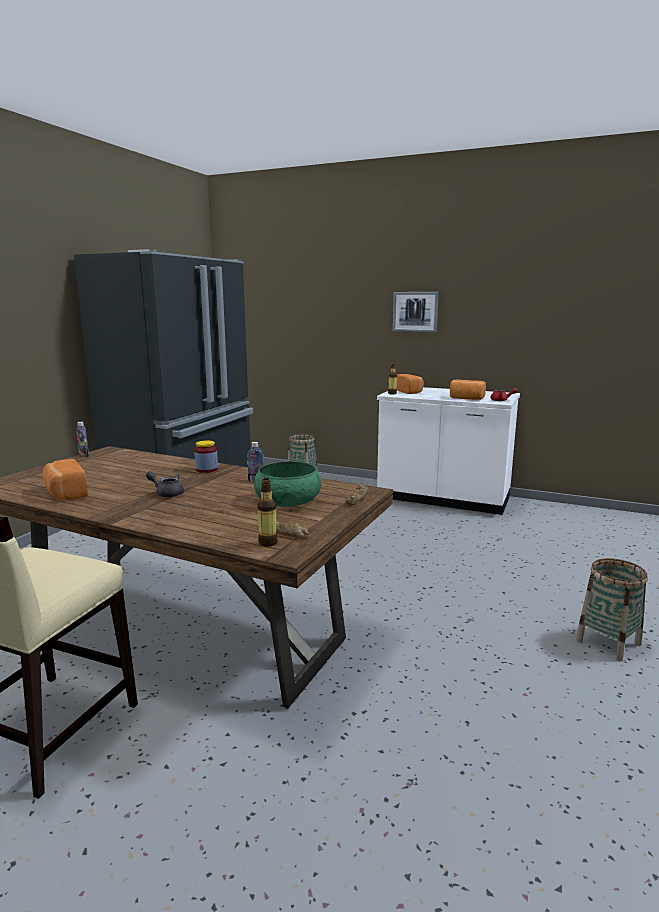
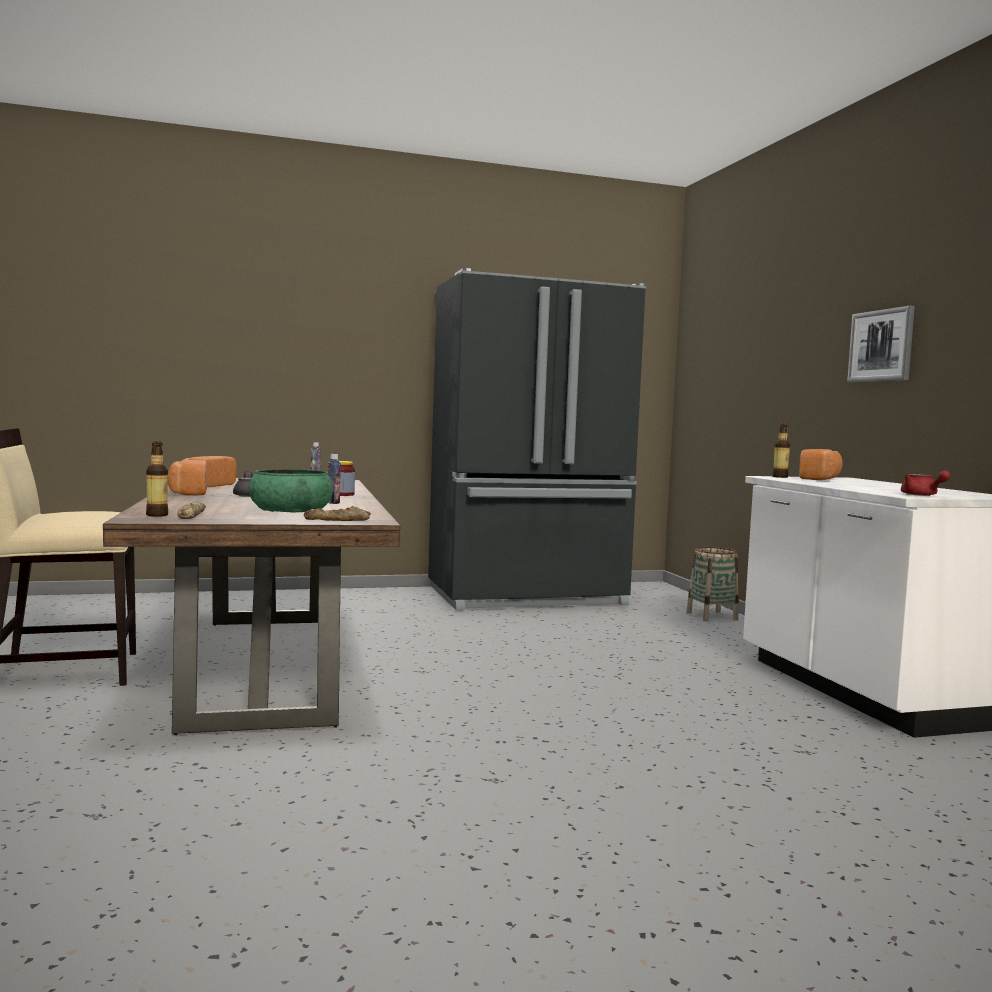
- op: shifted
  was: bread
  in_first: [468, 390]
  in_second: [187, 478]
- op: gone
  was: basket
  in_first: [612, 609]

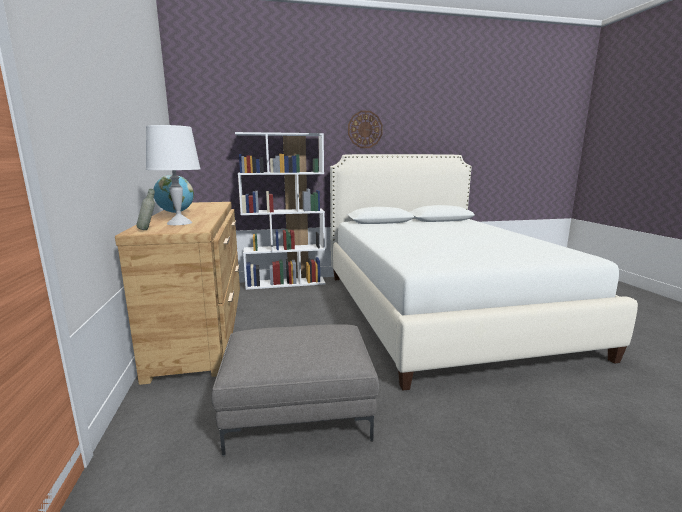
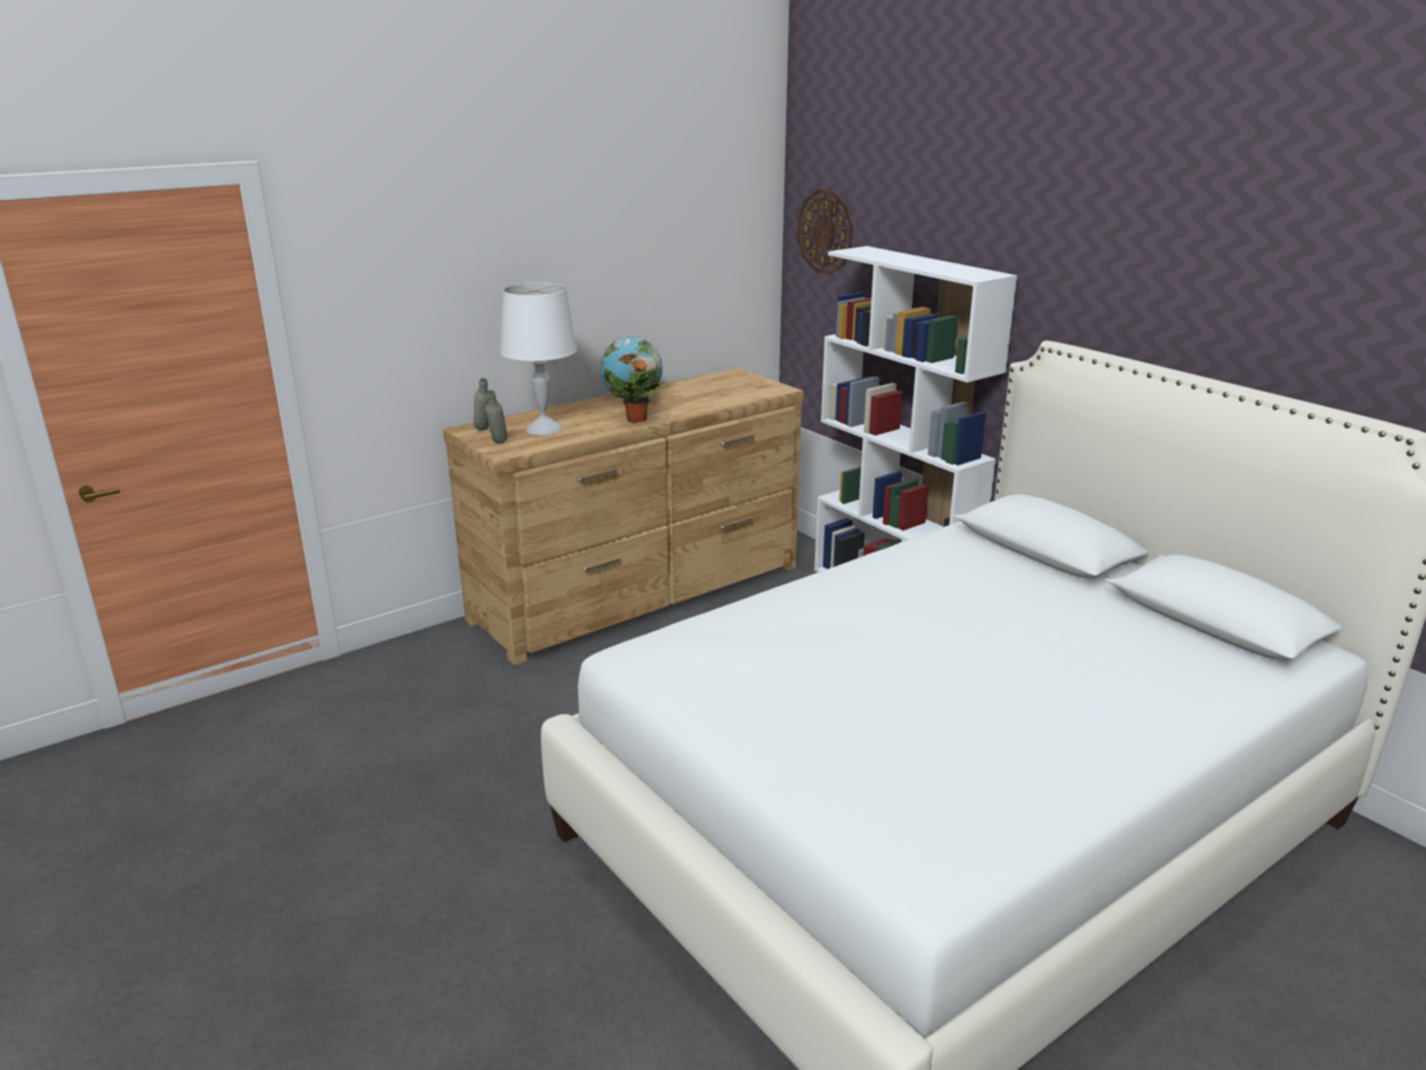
- op: gone
  was: grey ottoman
  in_first: [295, 390]
- op: shifted
  was: wall clock
  in_first: [365, 129]
  in_second: [825, 232]
- op: new
  now: grey bottle
  in_second: [497, 416]
- op: new
  now: potted plant
  in_second: [637, 388]

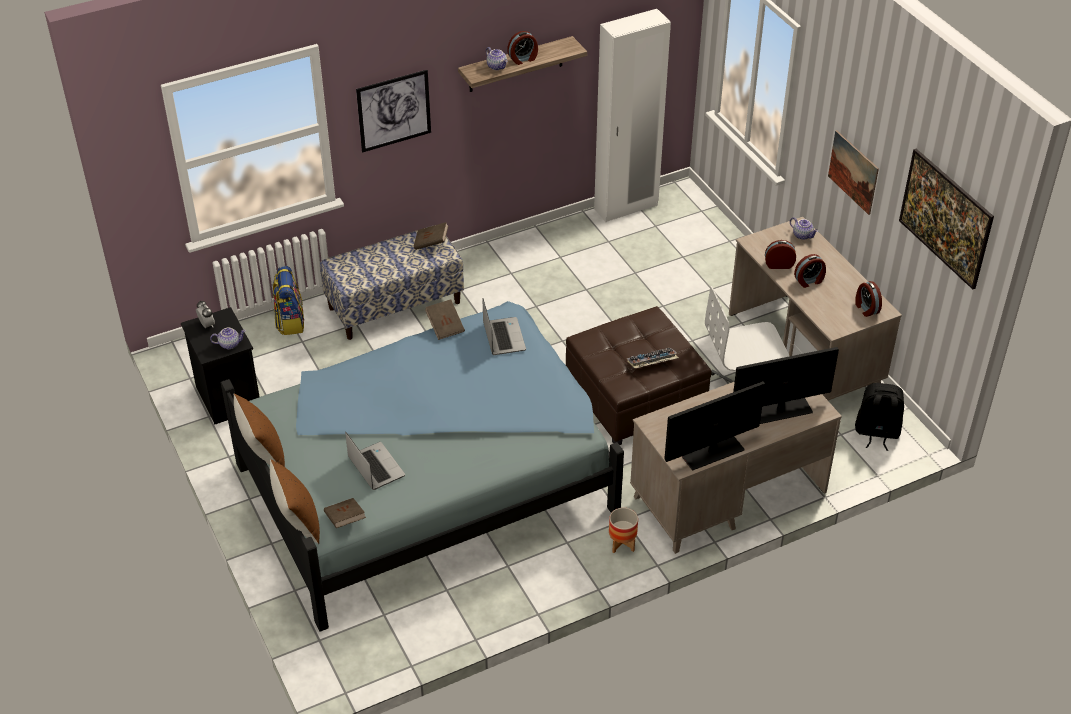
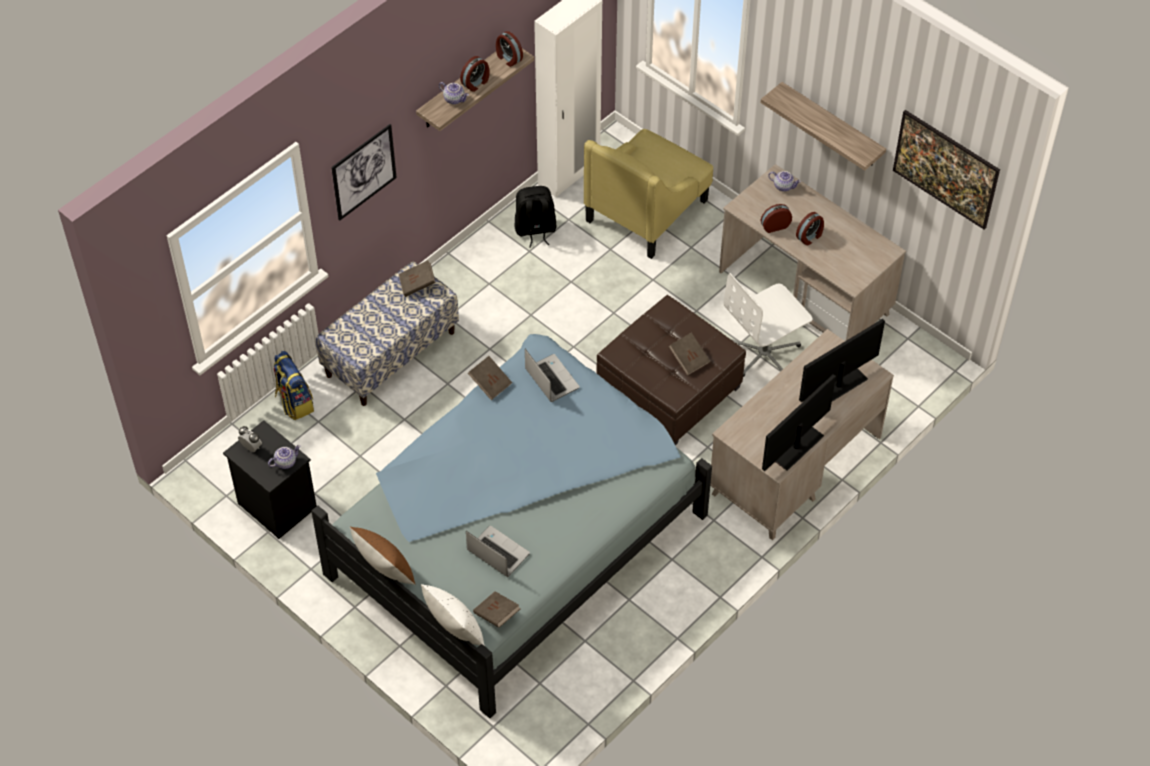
- op: repainted
  was: brown pillow
  now: white pillow
  in_first: [295, 501]
  in_second: [453, 615]
- op: gone
  was: planter
  in_first: [623, 530]
- op: swapped
  was: keyboard
  now: brown book
  in_first: [653, 358]
  in_second: [689, 354]
- op: swapped
  was: picture
  now: shelf
  in_first: [853, 172]
  in_second: [823, 126]
- op: shifted
  was: alarm clock
  in_first: [868, 299]
  in_second: [509, 49]
- op: shifted
  was: black backpack
  in_first: [879, 417]
  in_second: [535, 217]
- op: new
  now: yellow armchair
  in_second: [648, 194]

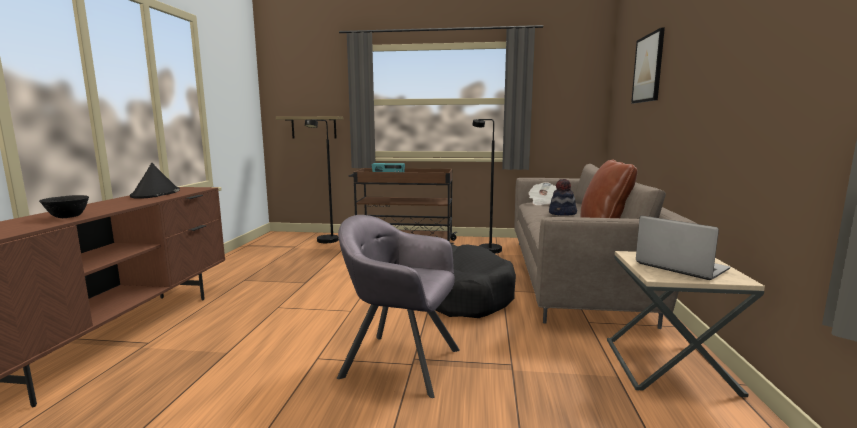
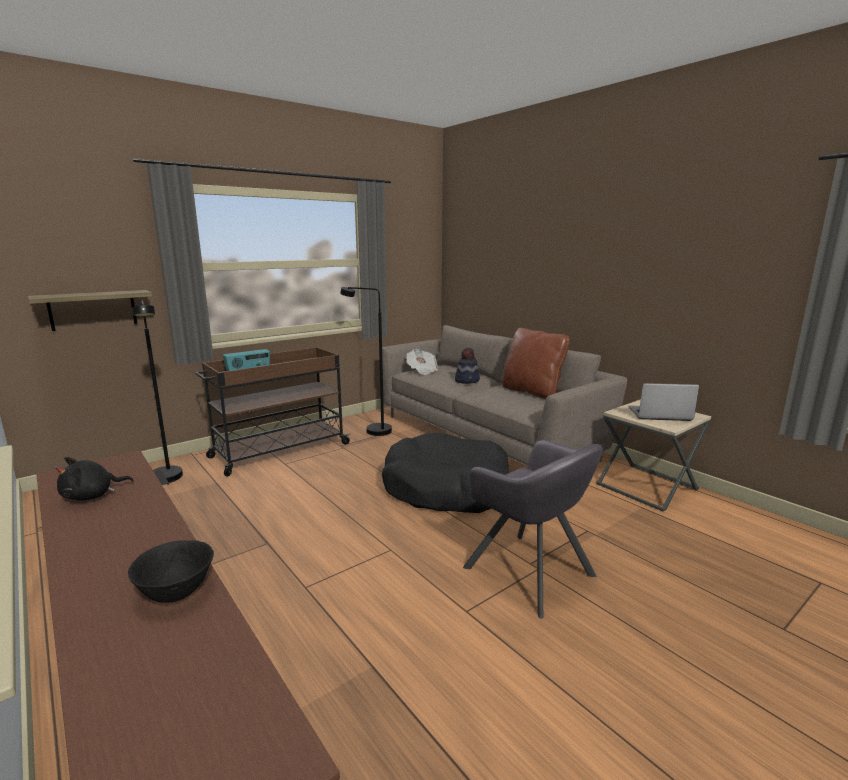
- op: swapped
  was: black hat
  now: black plush toy
  in_first: [155, 181]
  in_second: [94, 478]
- op: rotated
  was: grey armchair
  in_first: [398, 306]
  in_second: [533, 529]
  clockwise: -105
- op: gone
  was: picture
  in_first: [648, 65]

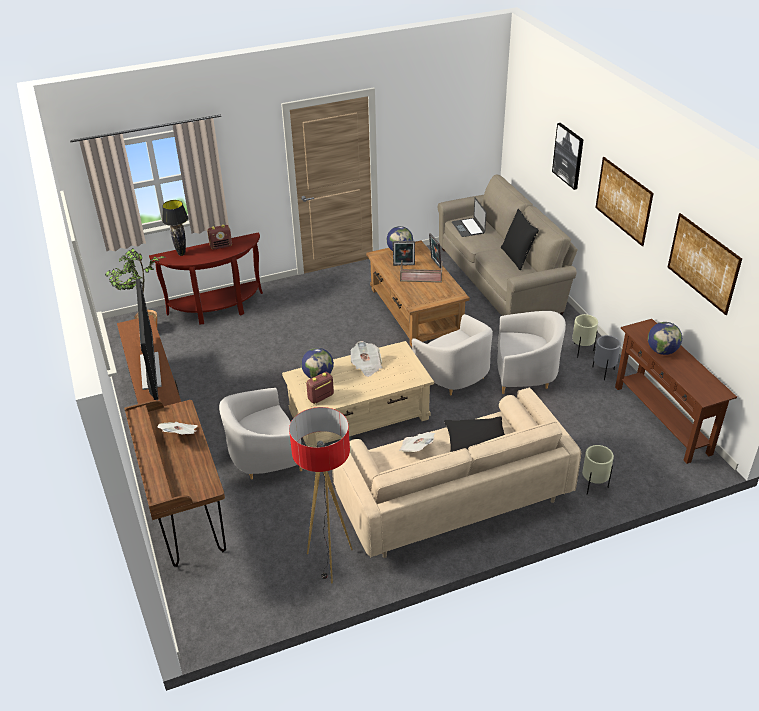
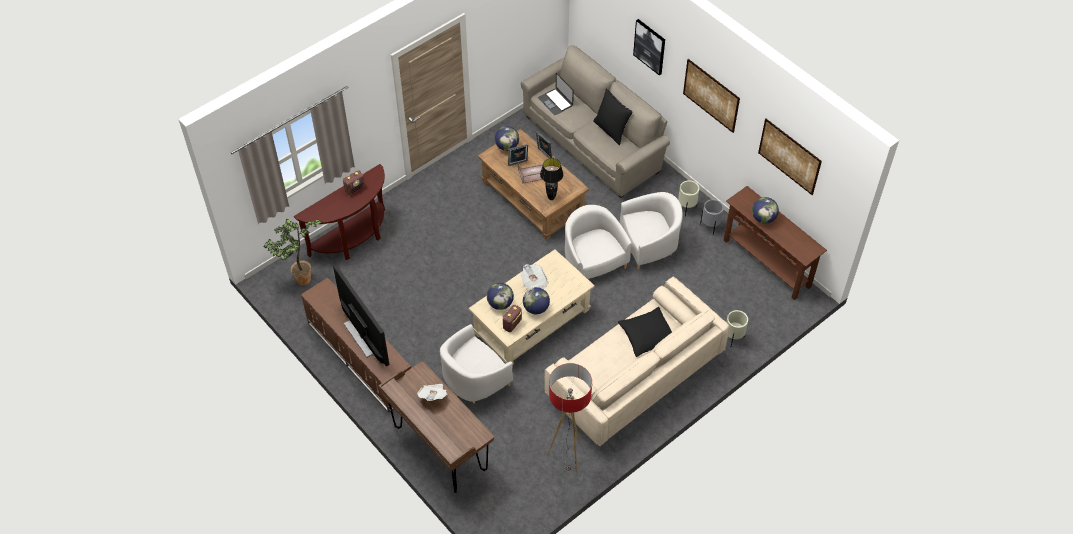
- op: shifted
  was: black table lamp
  in_first: [175, 228]
  in_second: [552, 179]
- op: gone
  was: newspaper
  in_first: [417, 442]
- op: rotated
  was: white armchair
  in_first: [452, 354]
  in_second: [598, 242]
  clockwise: -150
- op: new
  now: globe
  in_second: [536, 300]

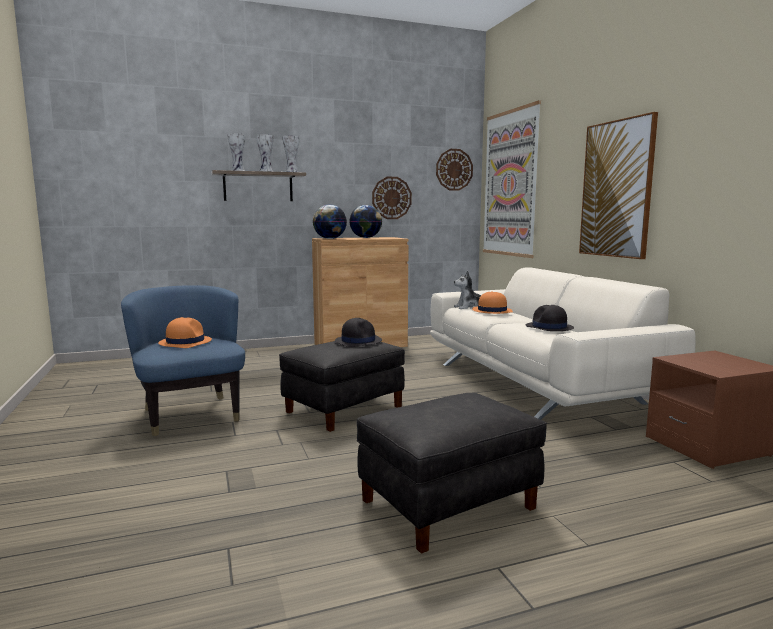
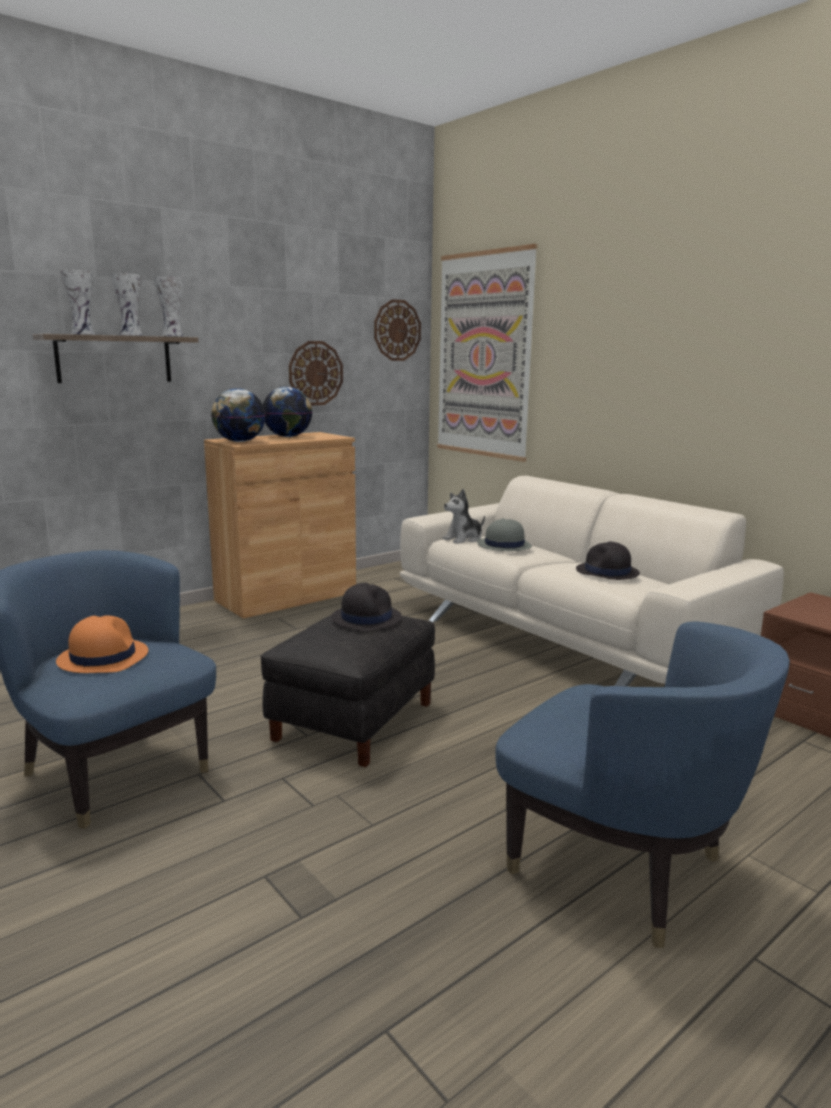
- op: swapped
  was: black ottoman
  now: blue armchair
  in_first: [452, 473]
  in_second: [642, 784]
- op: repainted
  was: orange hat
  now: grey hat
  in_first: [492, 302]
  in_second: [504, 534]
- op: gone
  was: picture
  in_first: [618, 185]

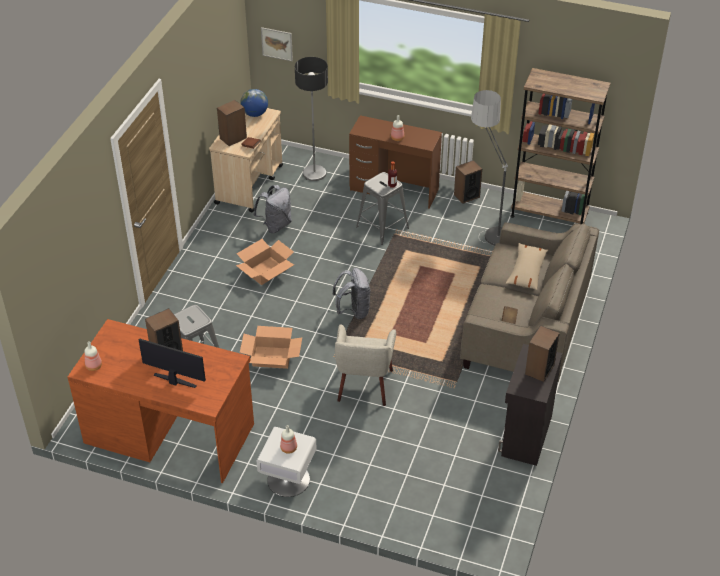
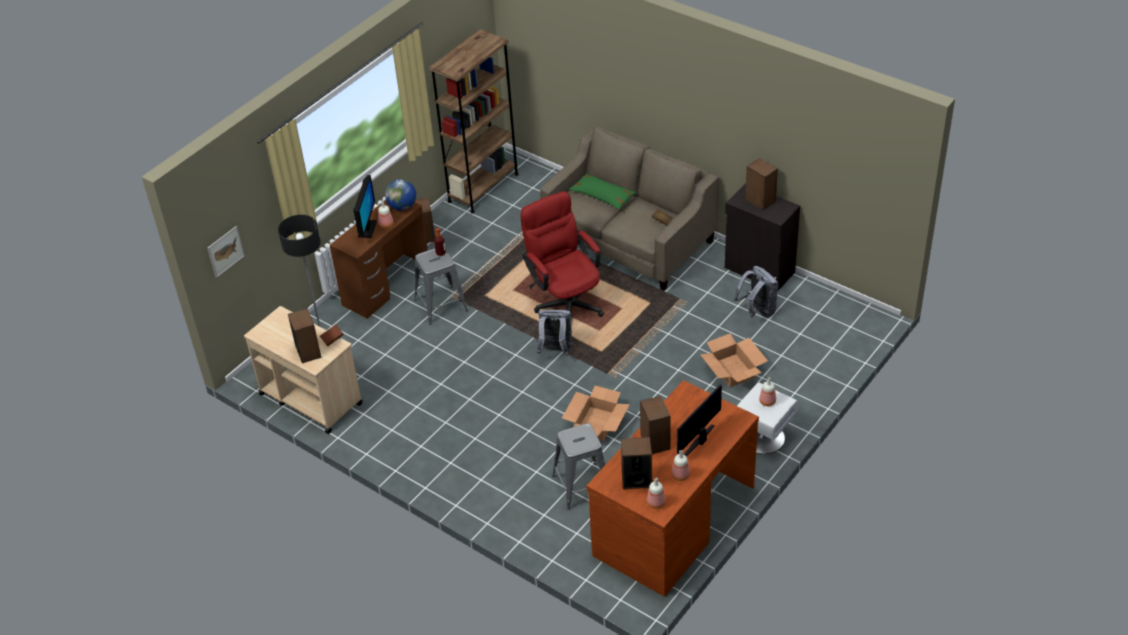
- op: shifted
  was: cardboard box
  in_first: [265, 262]
  in_second: [734, 360]
- op: shifted
  was: globe
  in_first: [254, 103]
  in_second: [400, 195]
- op: shifted
  was: grey backpack
  in_first: [273, 209]
  in_second: [756, 291]
- op: gone
  was: beige armchair
  in_first: [365, 365]
- op: gone
  was: floor lamp
  in_first: [489, 168]
- op: repainted
  was: beige pillow
  now: green pillow
  in_first: [527, 266]
  in_second: [603, 191]
- op: new
  now: monitor
  in_second: [365, 206]
- op: new
  now: red office chair
  in_second: [562, 254]
- op: new
  now: speaker
  in_second: [636, 463]
- op: new
  now: bottle
  in_second: [681, 465]

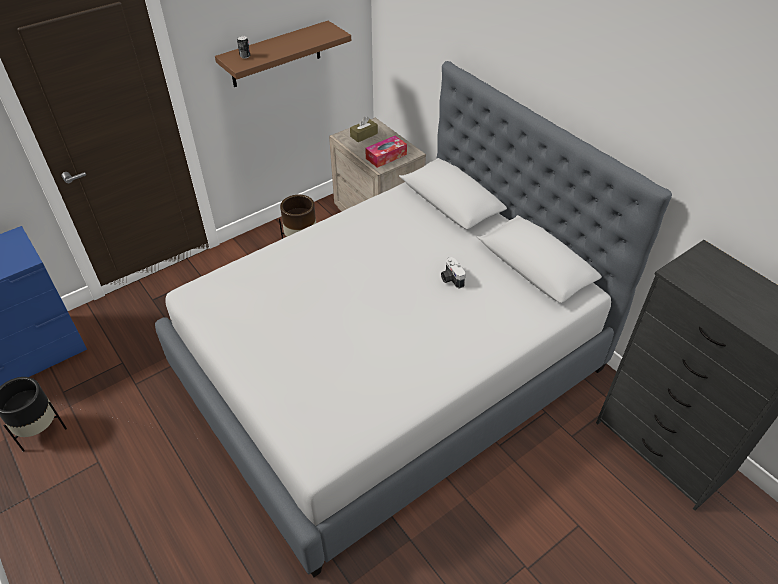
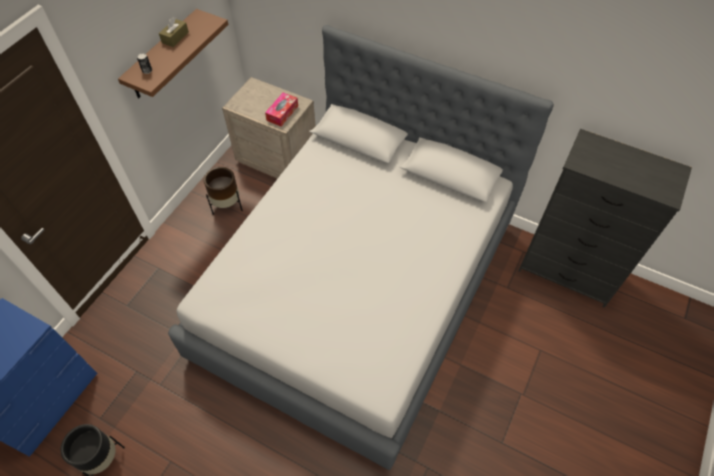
- op: shifted
  was: brown tissue box
  in_first: [364, 129]
  in_second: [174, 32]
- op: gone
  was: photo camera
  in_first: [453, 273]

